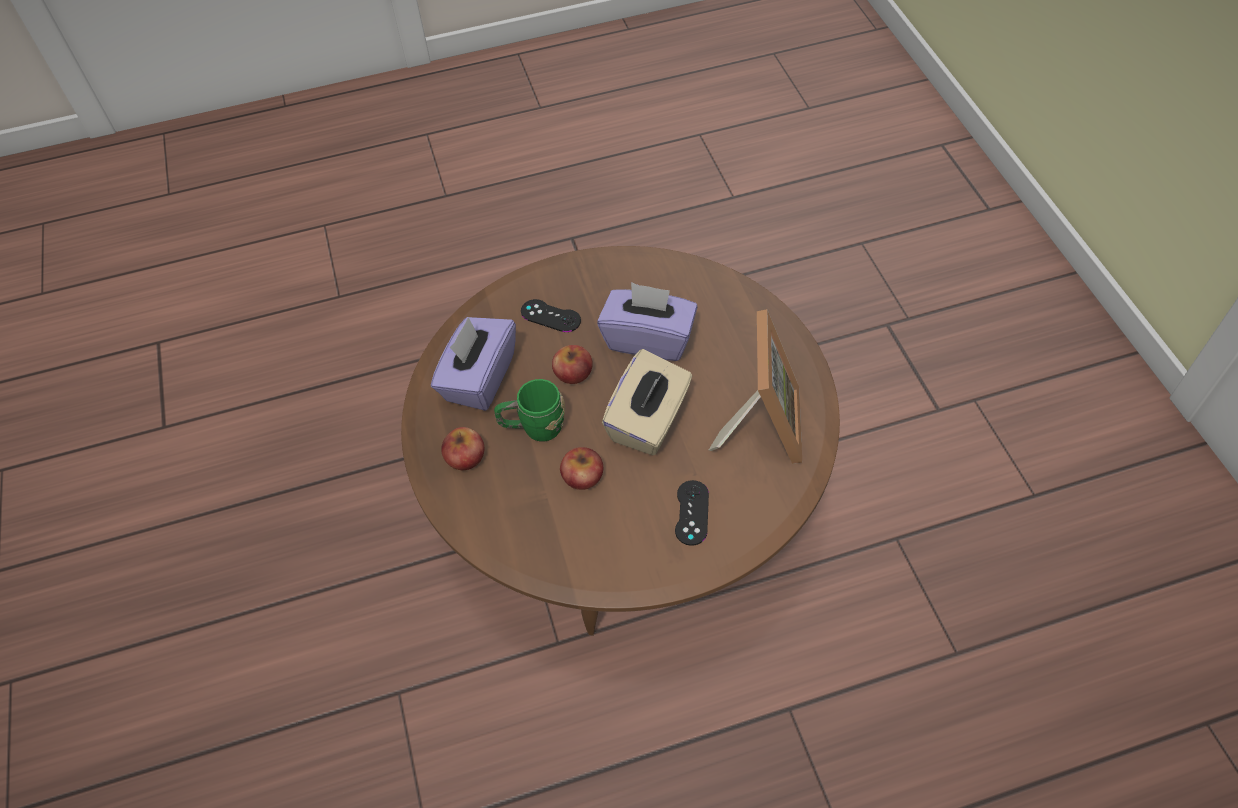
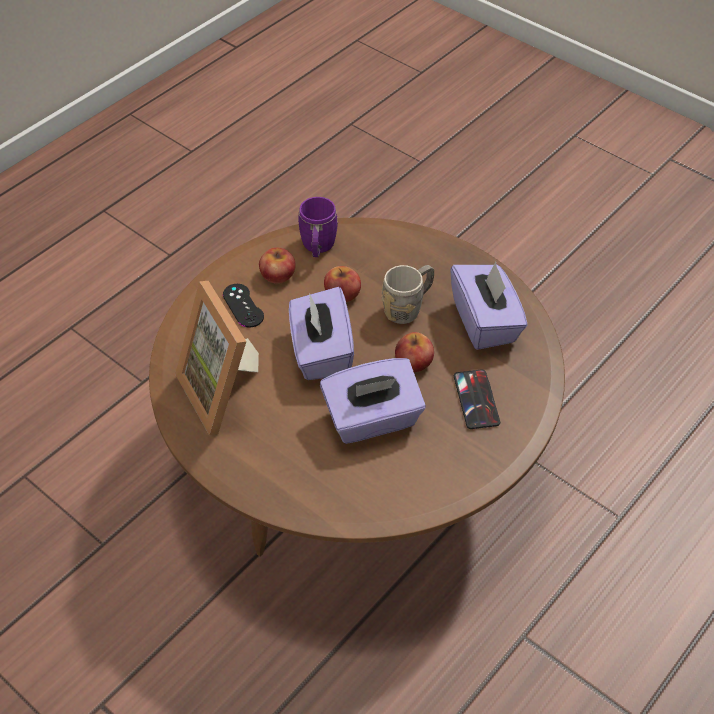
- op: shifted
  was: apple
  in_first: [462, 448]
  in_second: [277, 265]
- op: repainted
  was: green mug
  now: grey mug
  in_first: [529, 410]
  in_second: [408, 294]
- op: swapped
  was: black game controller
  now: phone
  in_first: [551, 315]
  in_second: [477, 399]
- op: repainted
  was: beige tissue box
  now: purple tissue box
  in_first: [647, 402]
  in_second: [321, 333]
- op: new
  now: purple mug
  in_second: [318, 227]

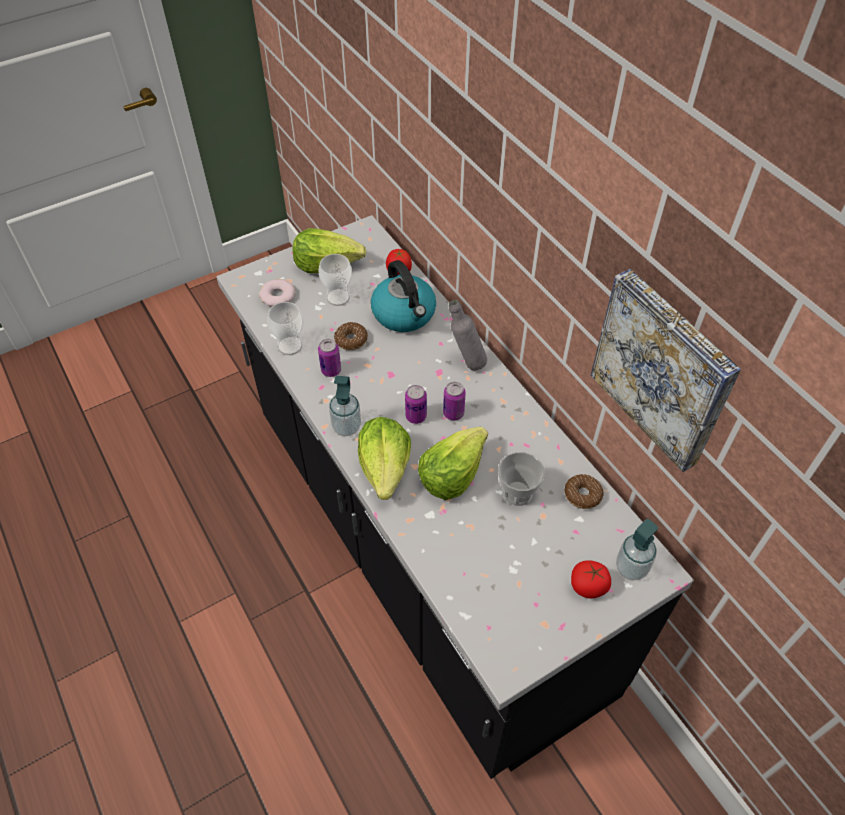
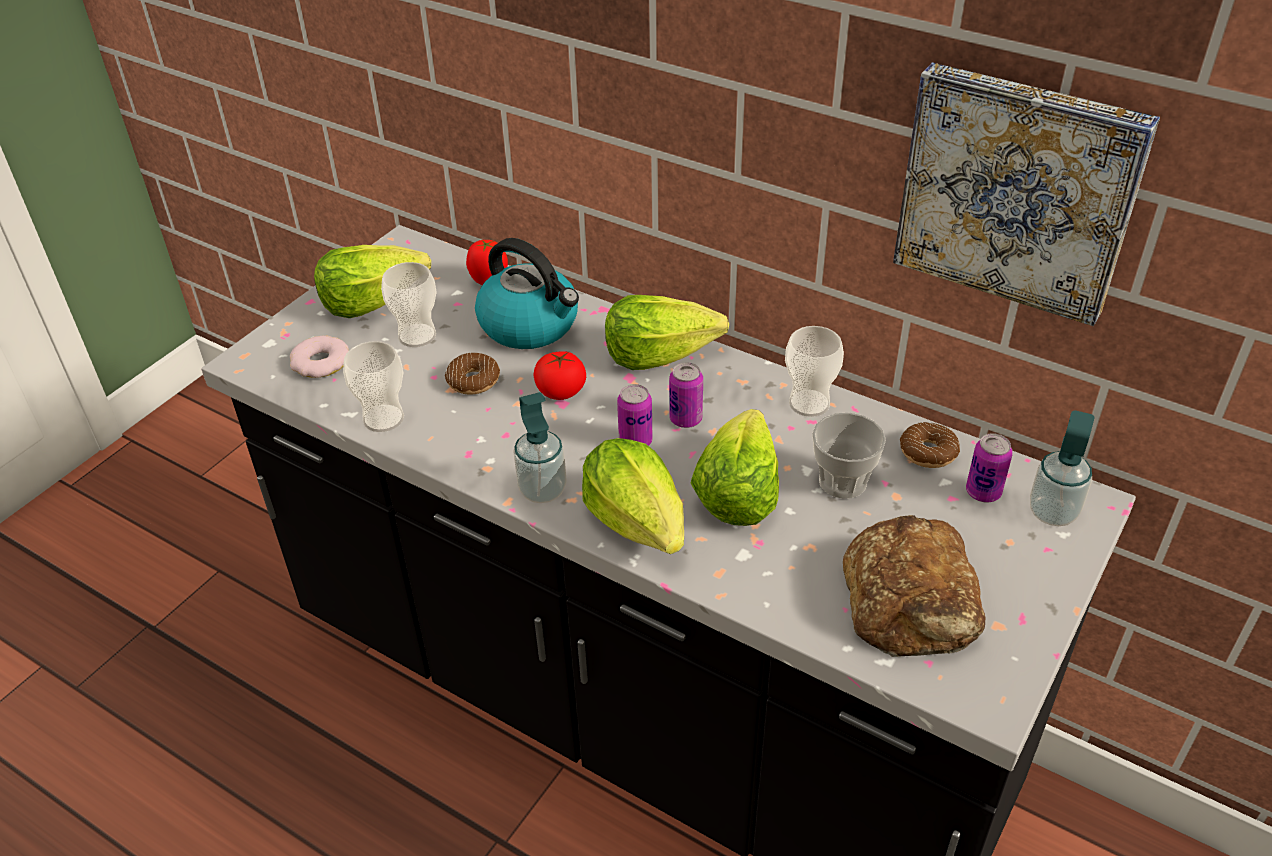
- op: shifted
  was: can
  in_first: [329, 358]
  in_second: [989, 467]
- op: swapped
  was: grey bottle
  now: lettuce
  in_first: [468, 335]
  in_second: [667, 332]
- op: shifted
  was: tomato
  in_first: [591, 579]
  in_second: [559, 375]
- op: new
  now: cup
  in_second: [814, 371]
- op: new
  now: bread
  in_second: [914, 586]

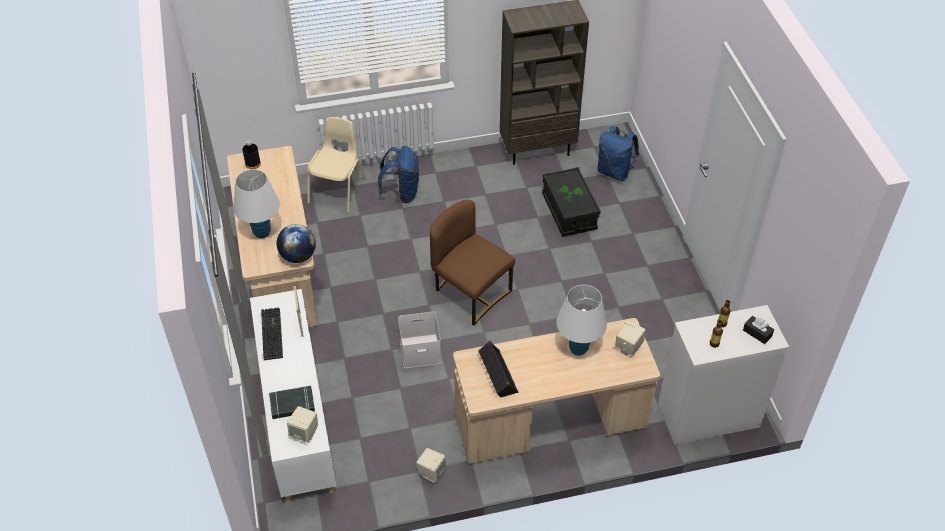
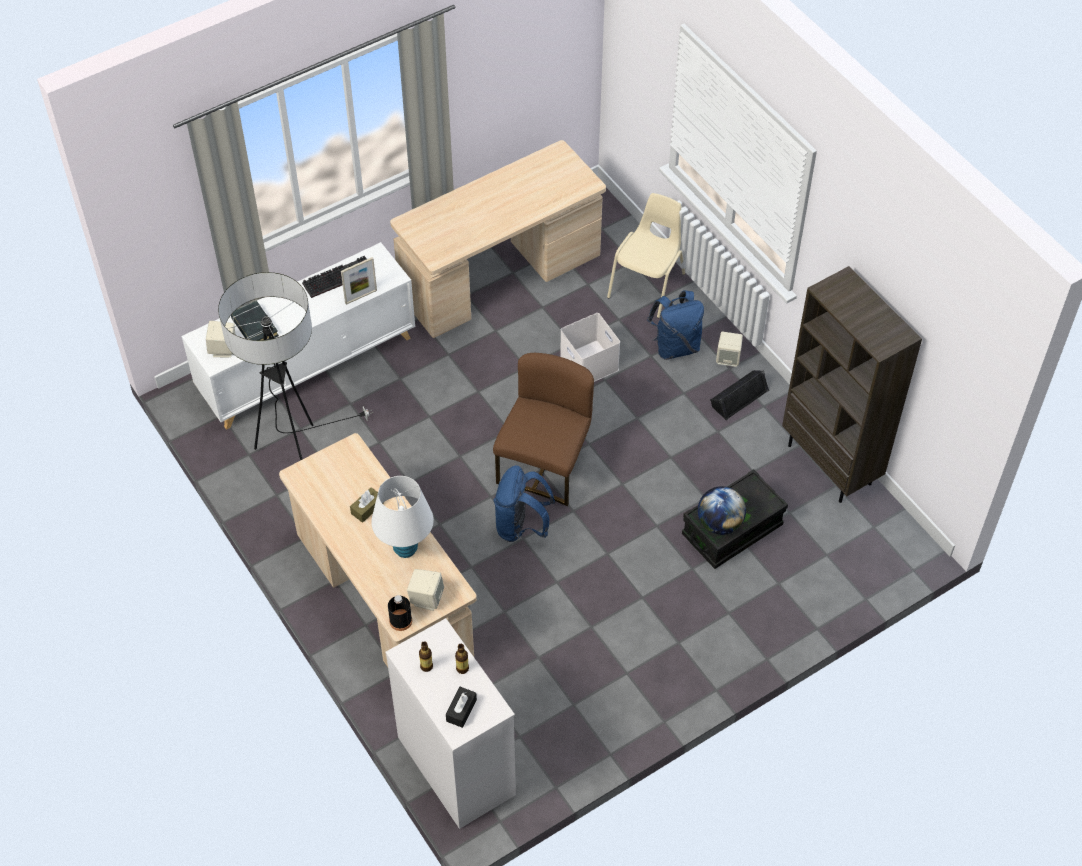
- op: gone
  was: white table lamp
  in_first: [257, 203]
- op: shifted
  was: black bottle
  in_first: [251, 154]
  in_second: [400, 613]
- op: shifted
  was: globe
  in_first: [296, 243]
  in_second: [722, 510]
- op: rotated
  was: beige chair
  in_first: [336, 165]
  in_second: [646, 255]
  clockwise: -60
- op: shifted
  was: white storage box
  in_first: [419, 339]
  in_second: [590, 347]
- op: shifted
  was: beige speaker
  in_first: [431, 465]
  in_second: [729, 349]
- op: shifted
  was: black speaker
  in_first: [498, 369]
  in_second: [739, 395]
- op: shifted
  was: blue backpack
  in_first: [618, 154]
  in_second: [524, 503]
- op: new
  now: floor lamp
  in_second: [295, 366]
- op: new
  now: brown tissue box
  in_second: [367, 505]

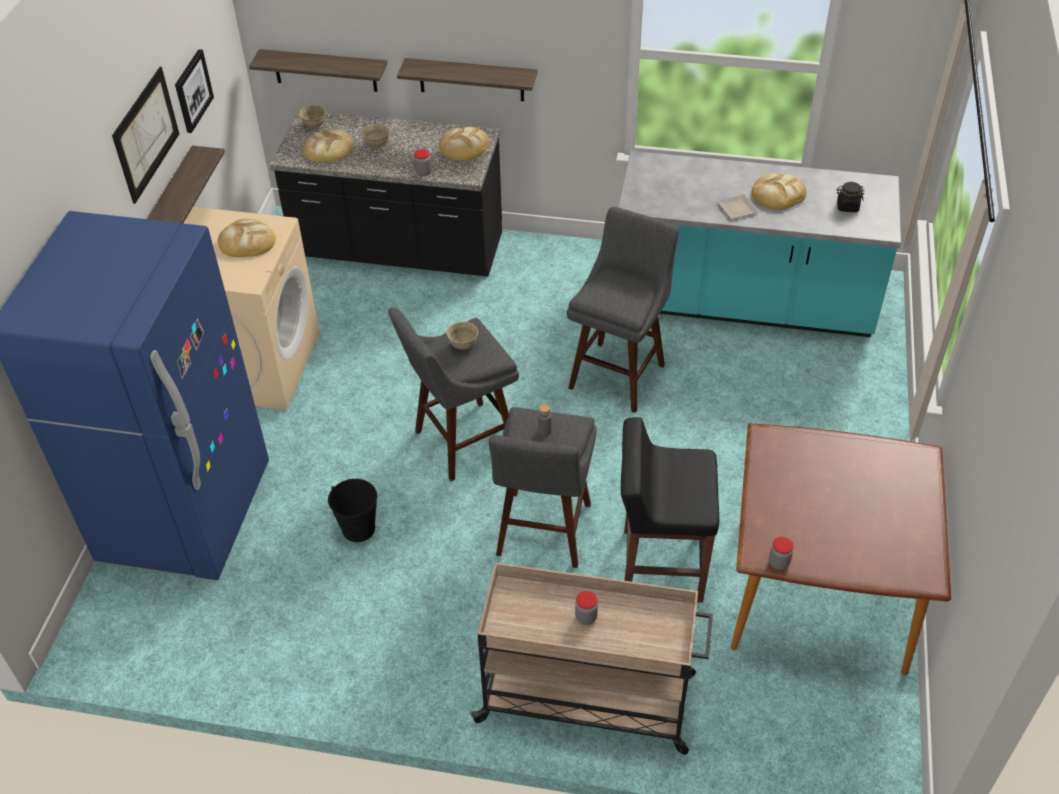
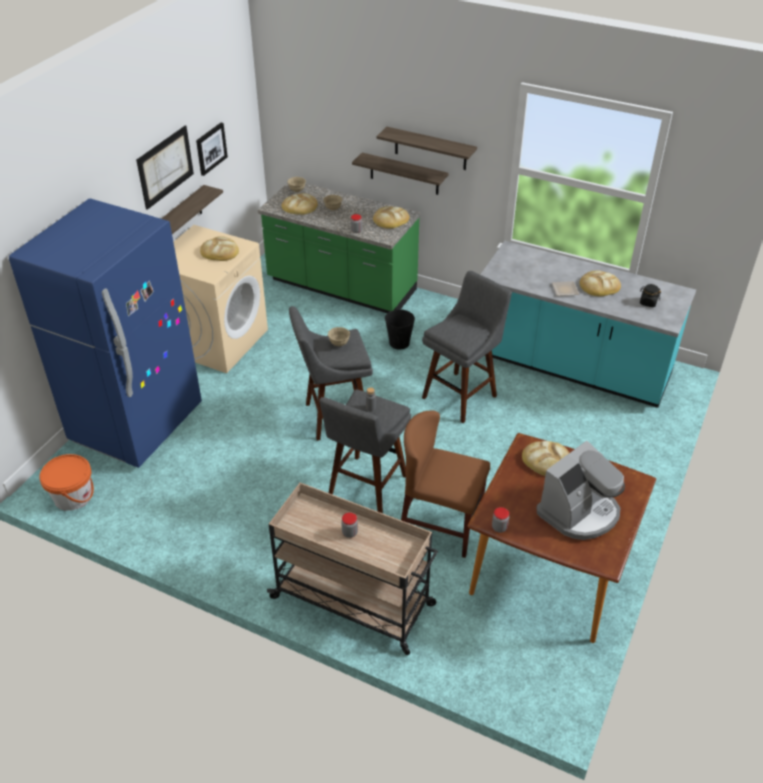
- op: shifted
  was: shelf
  in_first: [318, 70]
  in_second: [426, 148]
- op: repainted
  was: black counter
  now: green counter
  in_first: [386, 193]
  in_second: [339, 248]
- op: shifted
  was: black bucket
  in_first: [352, 510]
  in_second: [400, 329]
- op: swapped
  was: black stool
  now: brown chair
  in_first: [670, 509]
  in_second: [445, 484]
- op: new
  now: orange bucket
  in_second: [66, 482]
- op: new
  now: bread
  in_second: [545, 458]
- op: new
  now: coffee machine
  in_second: [581, 490]

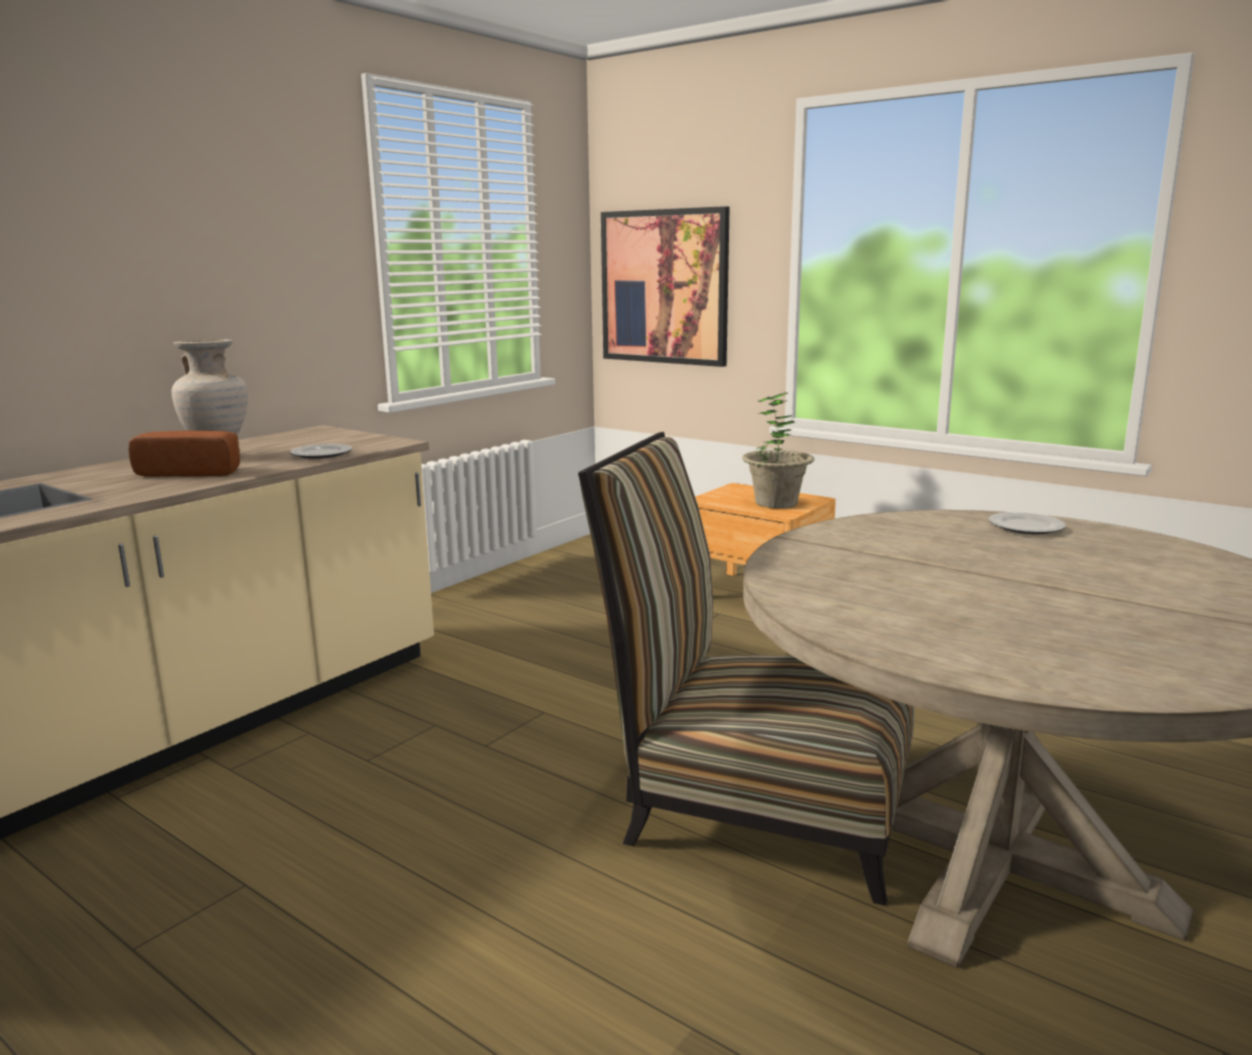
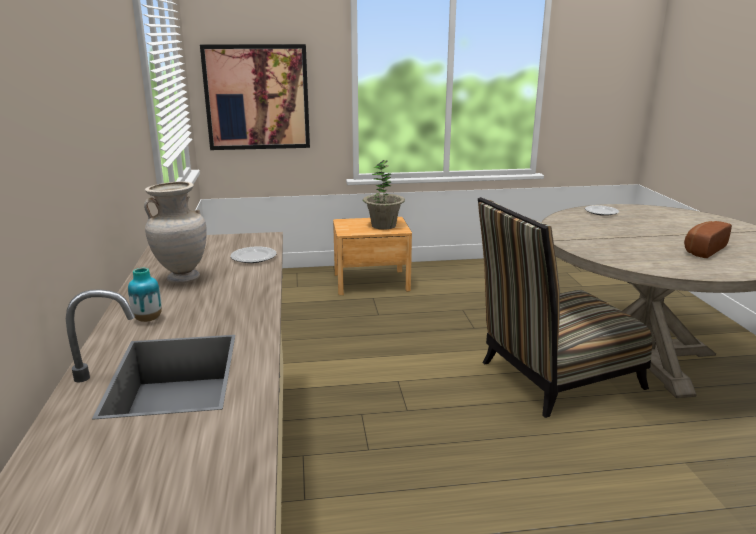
- op: shifted
  was: bread
  in_first: [184, 454]
  in_second: [708, 239]
- op: new
  now: vase
  in_second: [145, 295]

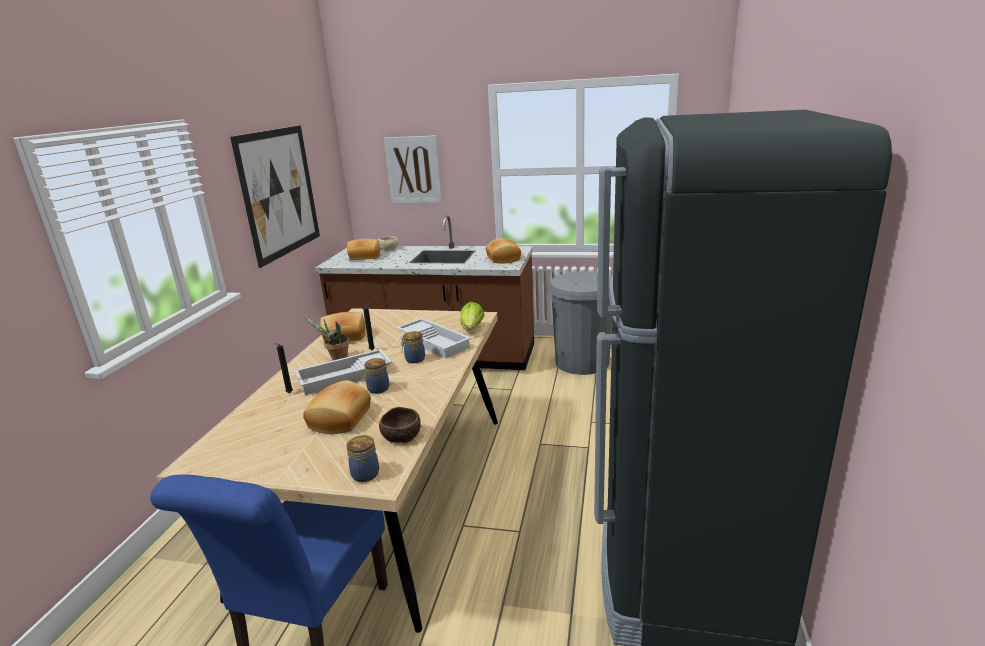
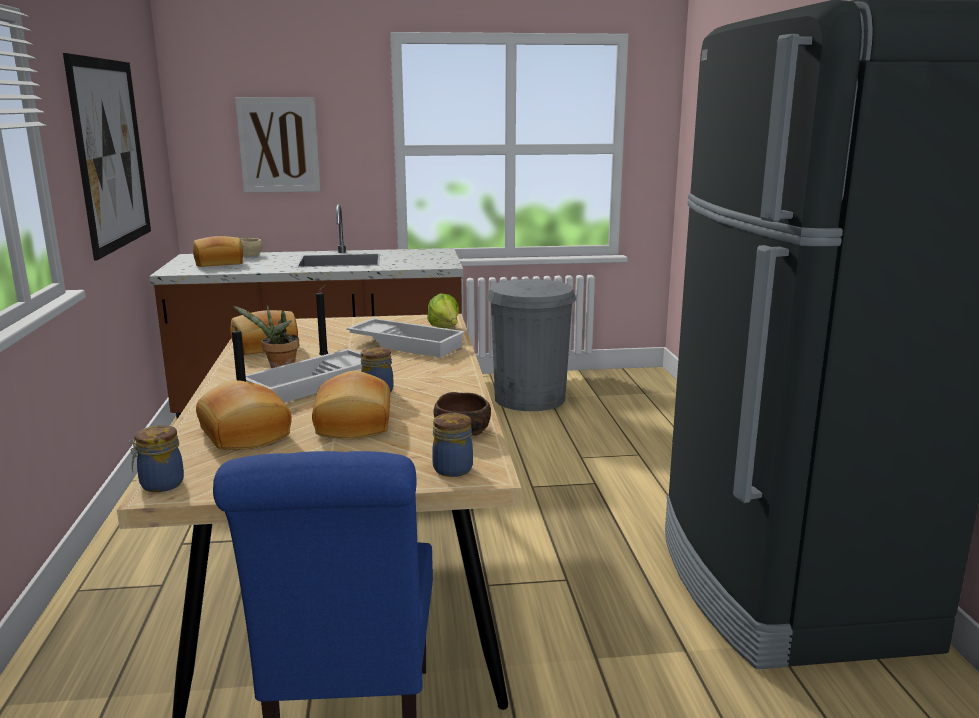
- op: shifted
  was: jar
  in_first: [412, 347]
  in_second: [156, 458]
- op: shifted
  was: bread
  in_first: [503, 250]
  in_second: [244, 415]

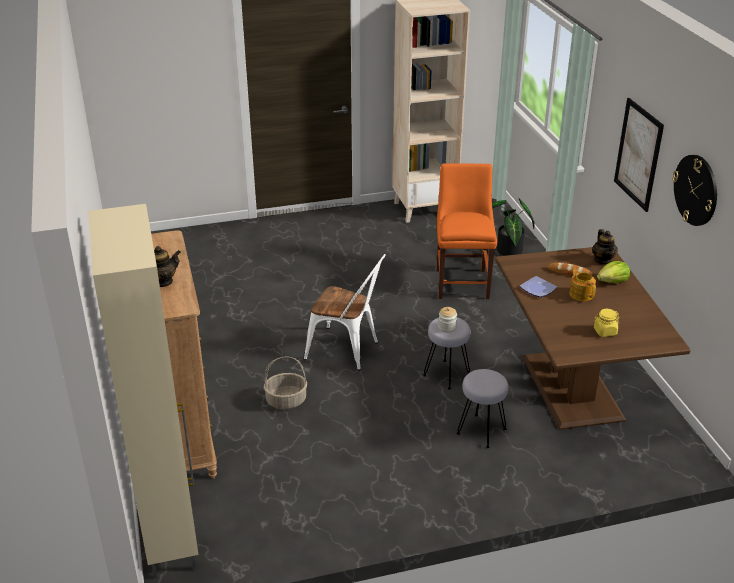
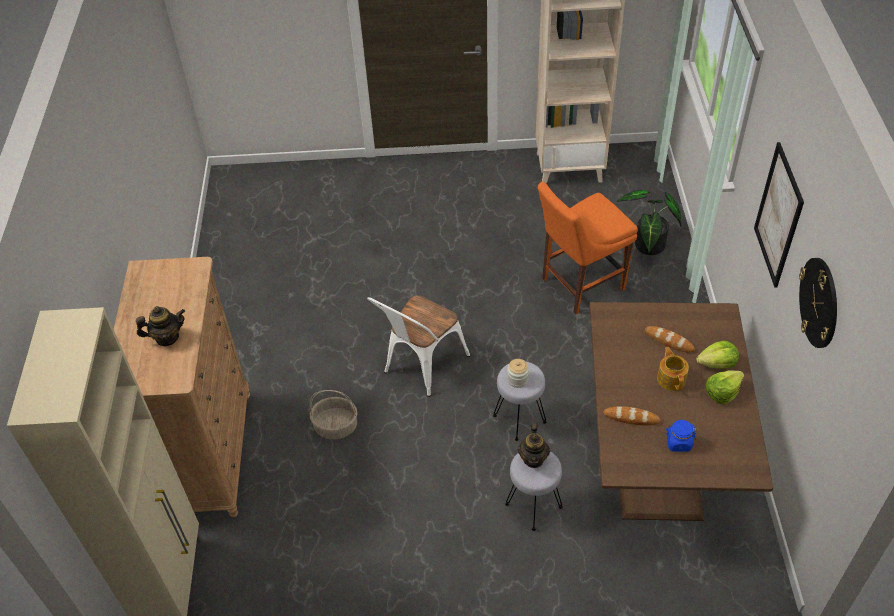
- op: rotated
  was: white chair
  in_first: [345, 312]
  in_second: [418, 346]
  clockwise: 90
- op: rotated
  was: orange chair
  in_first: [466, 231]
  in_second: [588, 248]
  clockwise: -135
- op: gone
  was: plate
  in_first: [538, 286]
- op: shifted
  was: teapot
  in_first: [605, 247]
  in_second: [533, 445]
- op: repainted
  was: yellow jar
  now: blue jar
  in_first: [607, 323]
  in_second: [681, 436]
- op: new
  now: bread
  in_second: [632, 415]
- op: new
  now: lettuce
  in_second: [725, 387]

